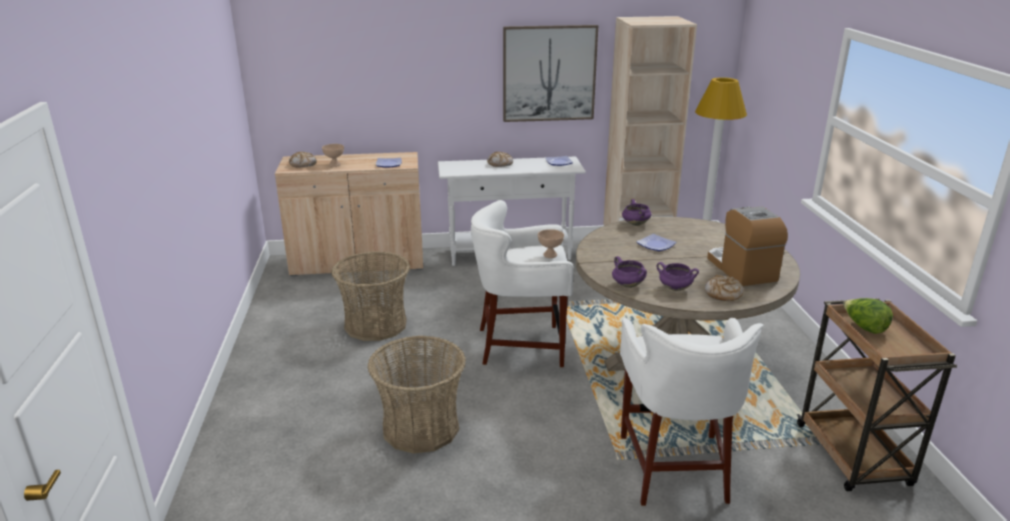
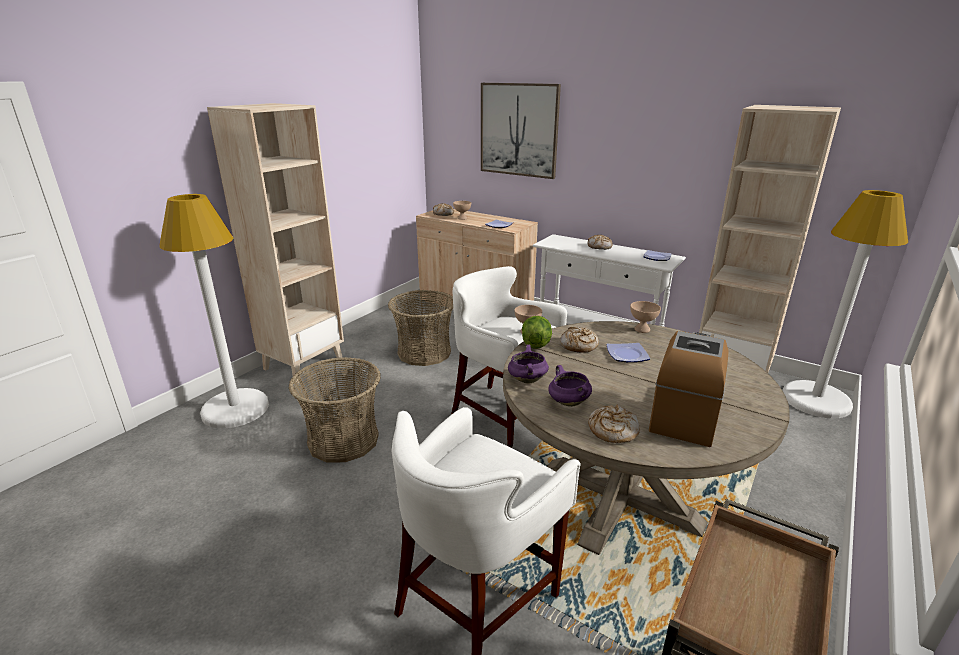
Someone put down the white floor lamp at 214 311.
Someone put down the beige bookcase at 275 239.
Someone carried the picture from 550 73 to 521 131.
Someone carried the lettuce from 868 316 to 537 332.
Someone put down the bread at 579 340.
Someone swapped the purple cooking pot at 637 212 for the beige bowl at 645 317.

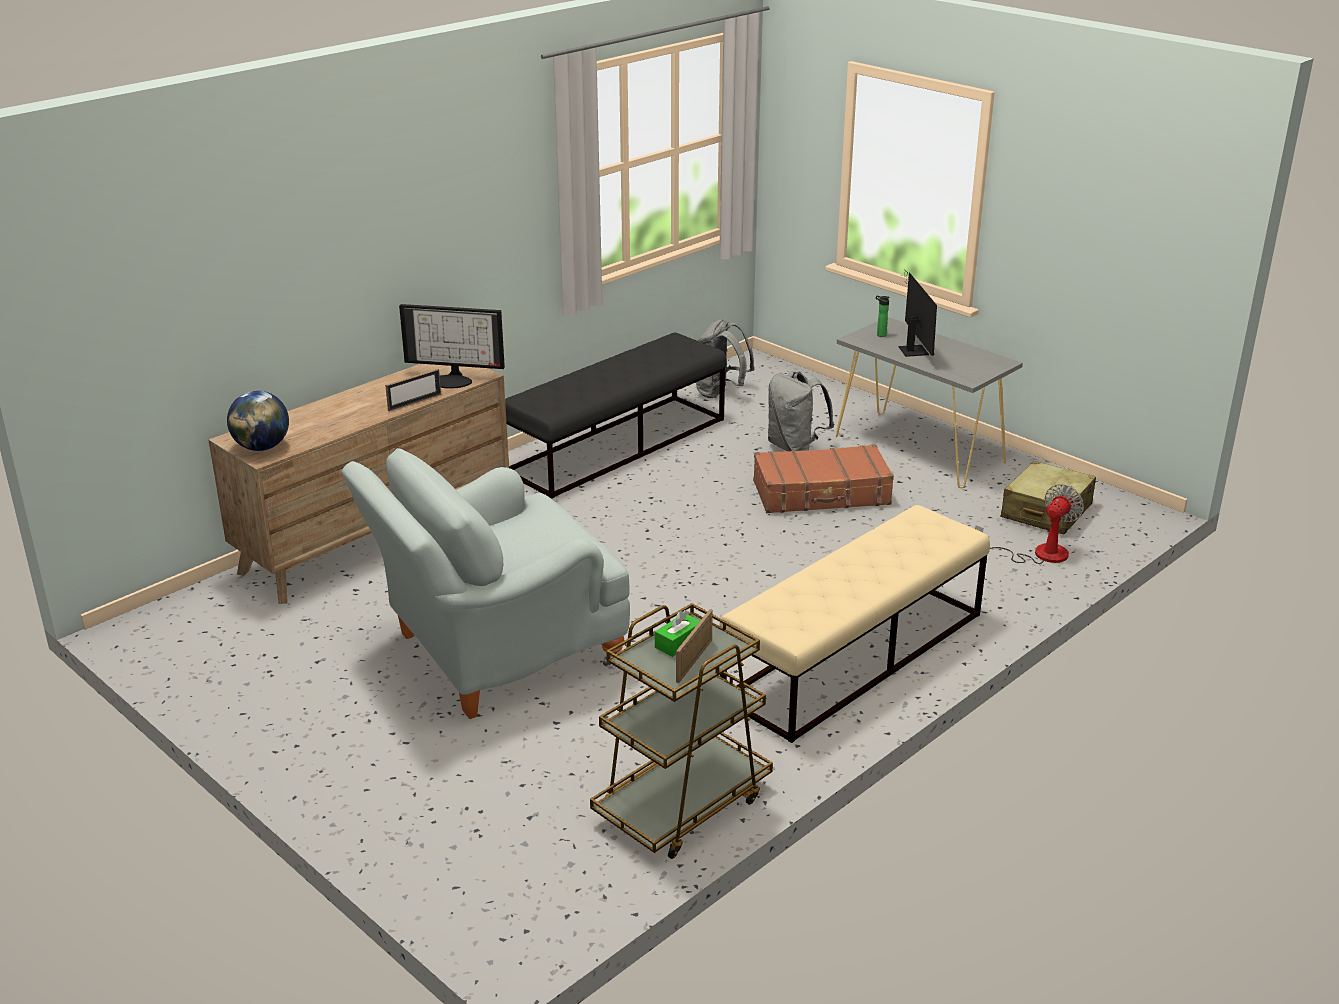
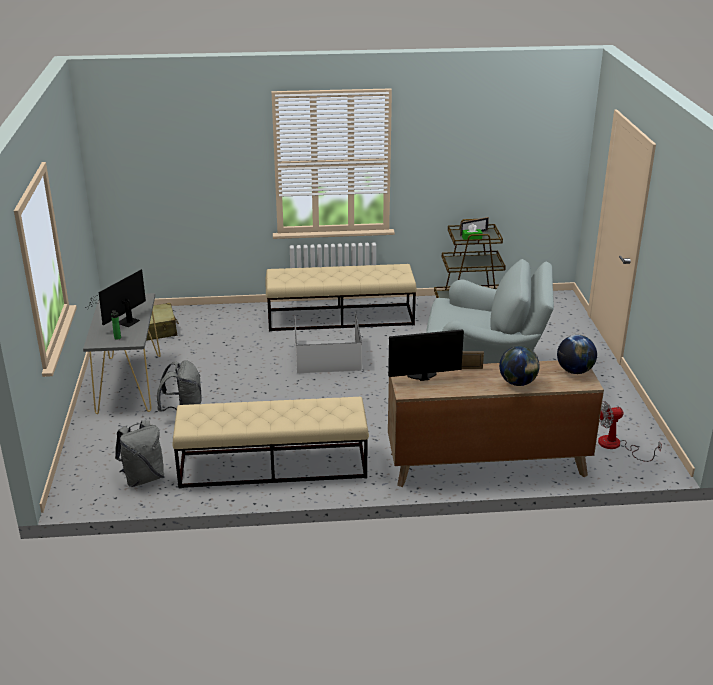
Someone repainted the black bench at 615 415, which became the beige bench at 270 442.
Someone put down the white storage box at 328 343.
Someone rotated the monitor at 452 346 by 60 degrees counterclockwise.
Someone put down the globe at 519 366.
Someone carried the fan from 1029 524 to 630 431.
Someone took away the brown suitcase at 823 478.

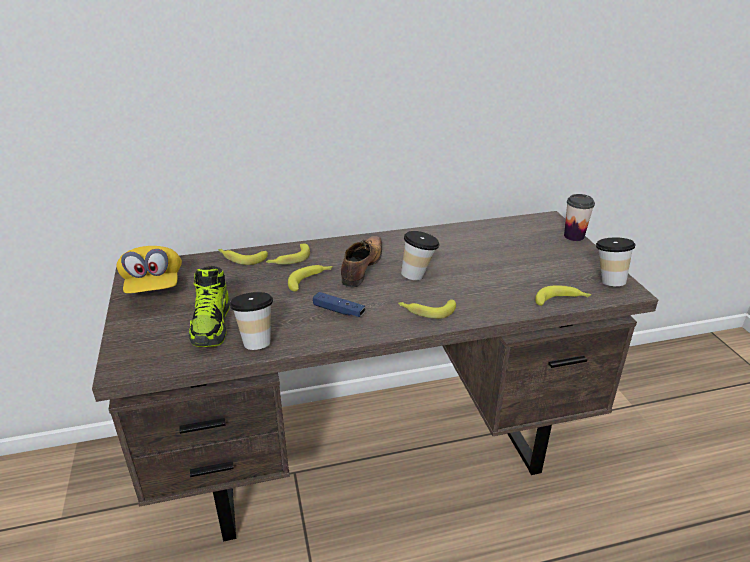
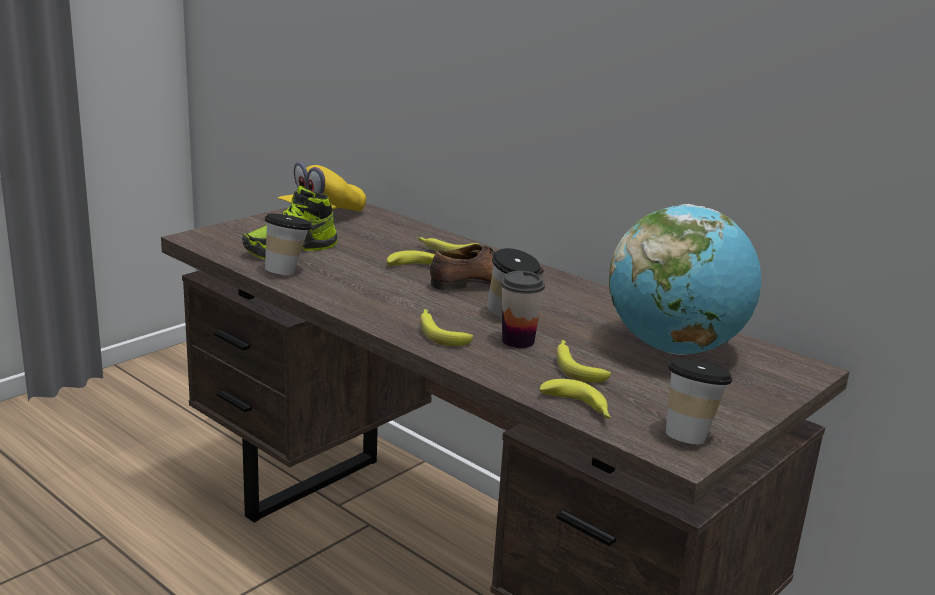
Someone carried the cup from 579 217 to 523 309.
Someone carried the banana from 243 257 to 583 361.
Someone put down the globe at 685 279.
Someone took away the blue game controller at 339 304.

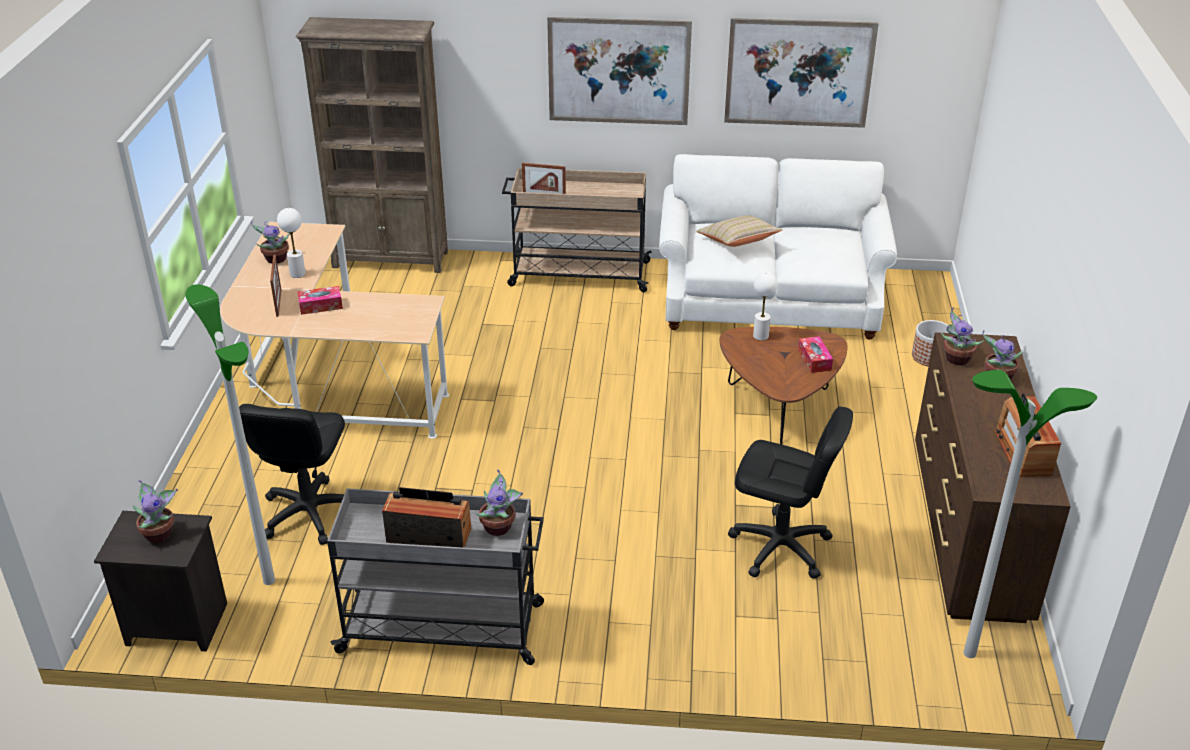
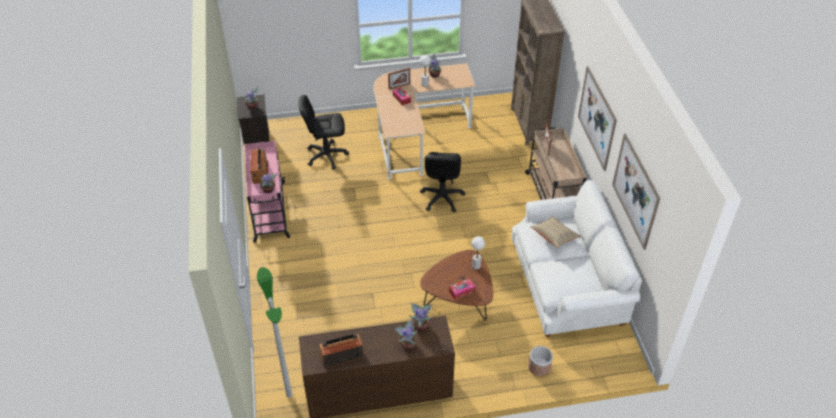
Someone repainted the grey cart at 435 576, which became the pink cart at 267 192.
Someone carried the black office chair from 790 492 to 442 182.
Someone took away the floor lamp at 230 434.

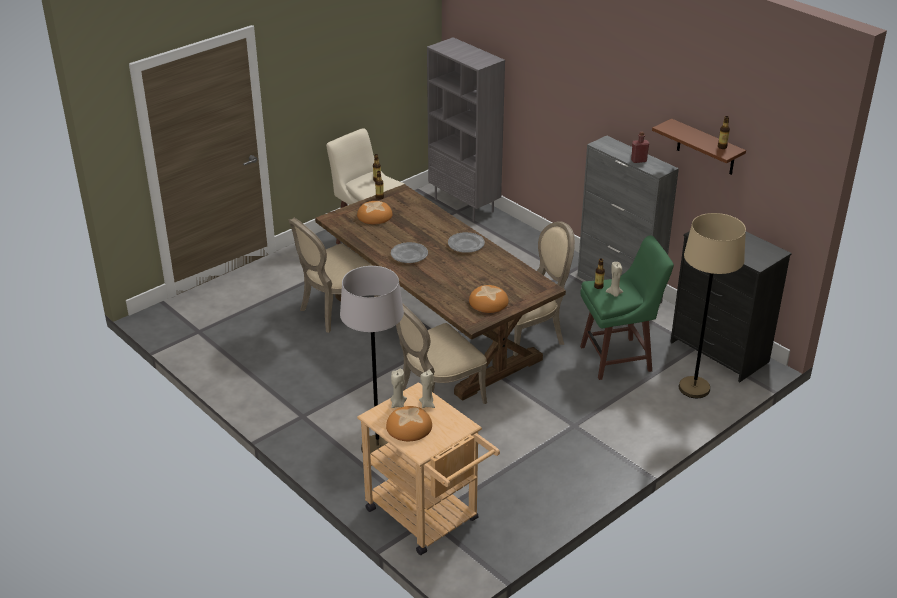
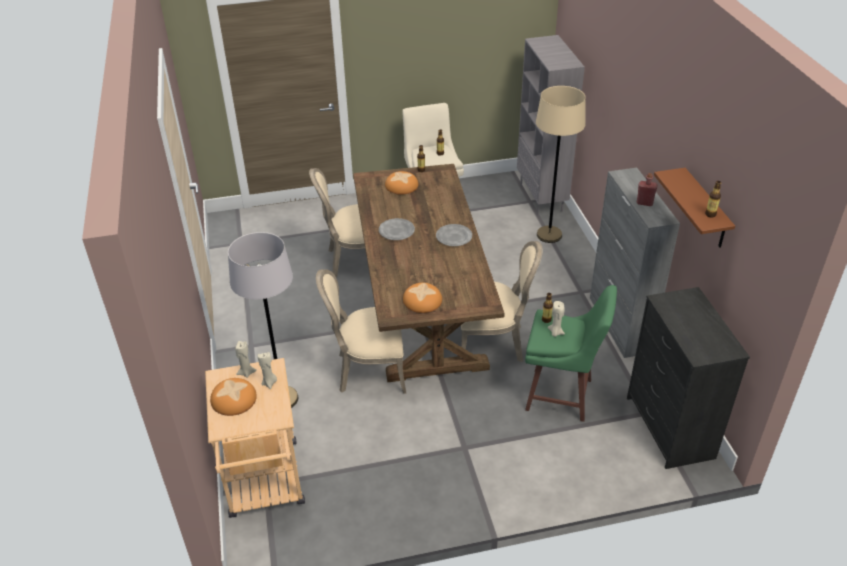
Someone carried the beige floor lamp from 712 305 to 561 164.

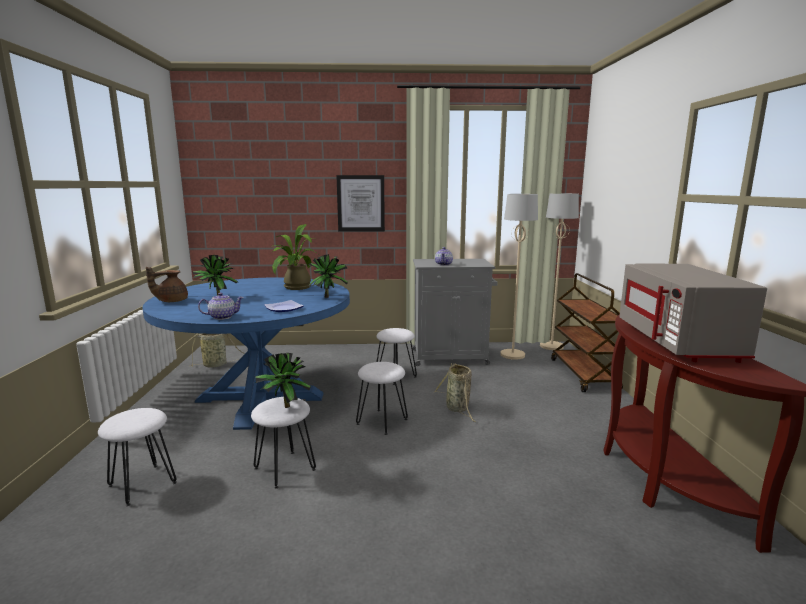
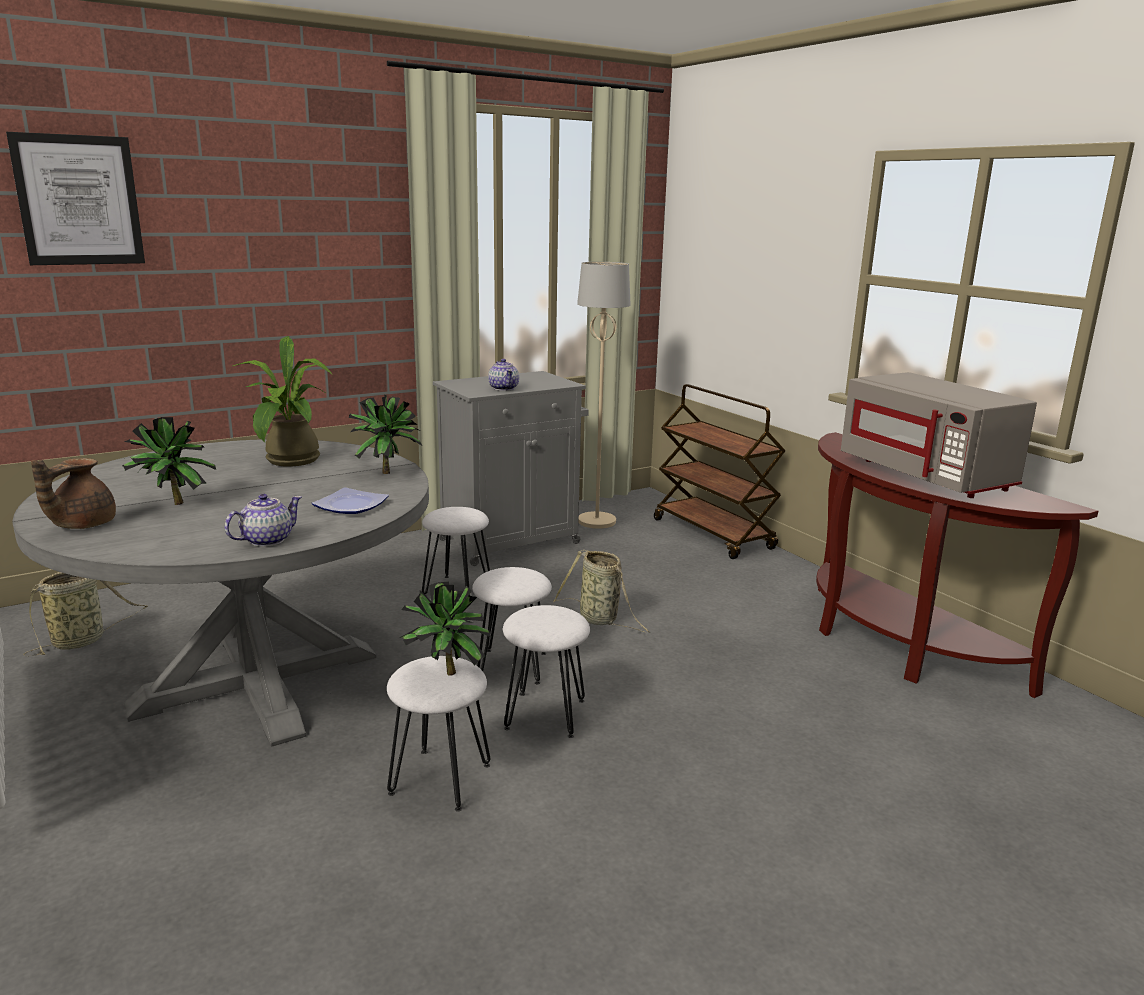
Someone carried the picture from 360 203 to 75 198.
Someone repainted the blue dining table at 246 353, which became the grey dining table at 220 593.
Someone carried the white stool from 137 457 to 546 671.
Someone took away the beige floor lamp at 559 271.

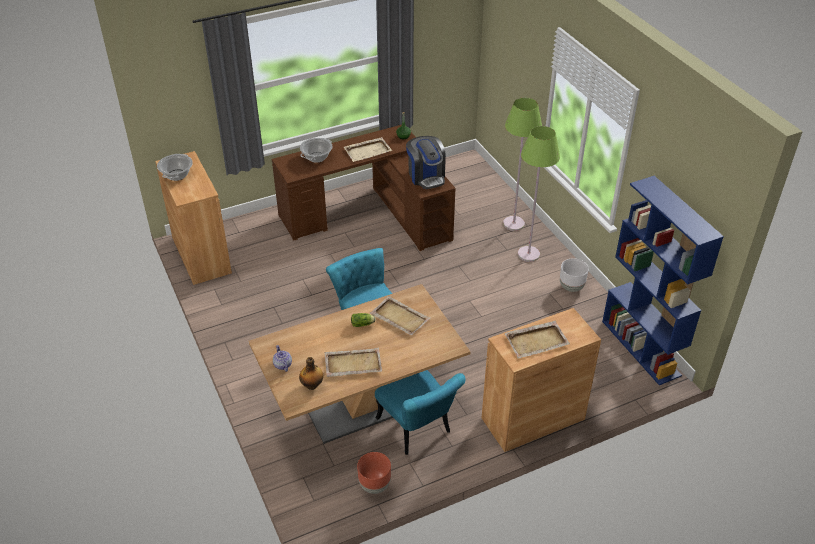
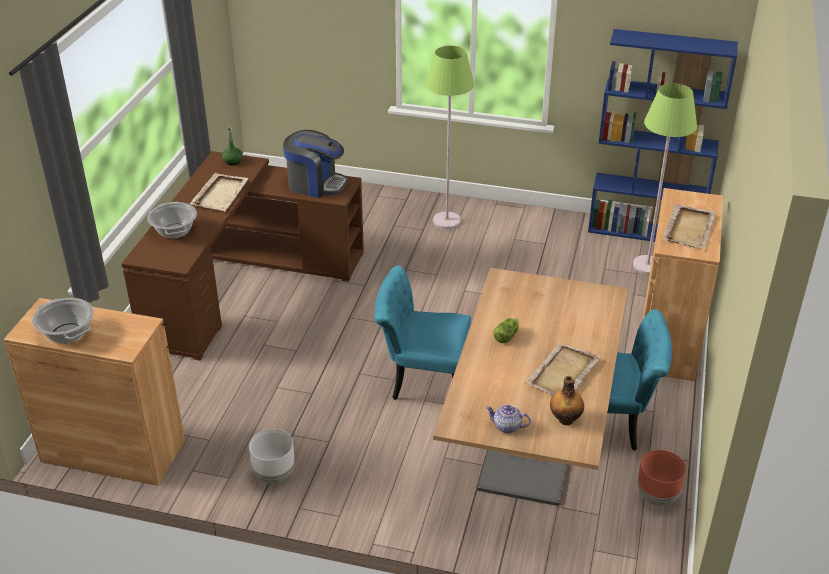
Someone carried the white planter from 574 275 to 271 456.
Someone carried the green floor lamp from 522 164 to 665 179.
Someone took away the beige tray at 400 315.

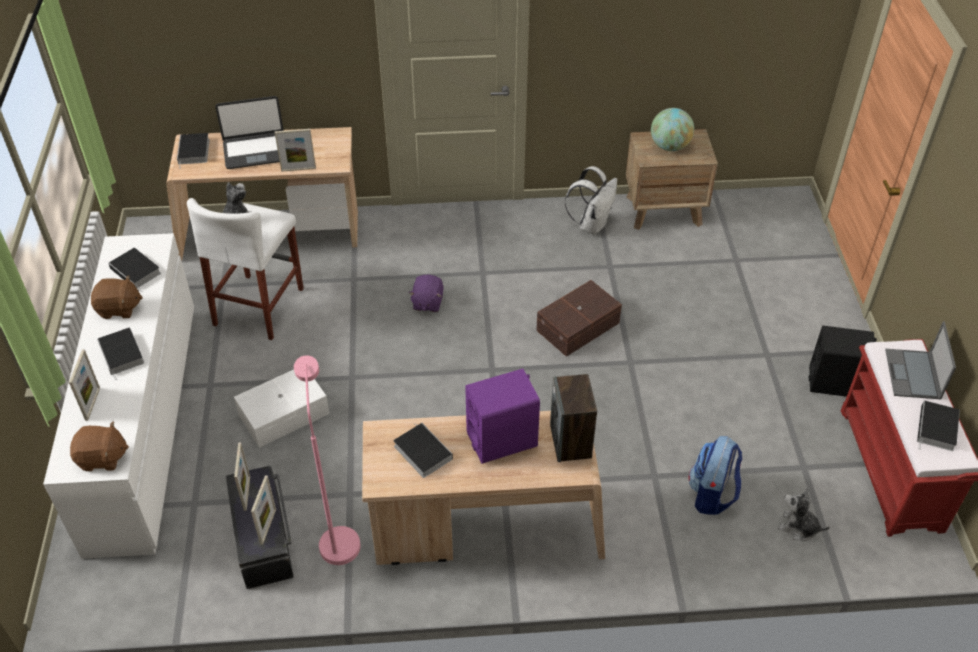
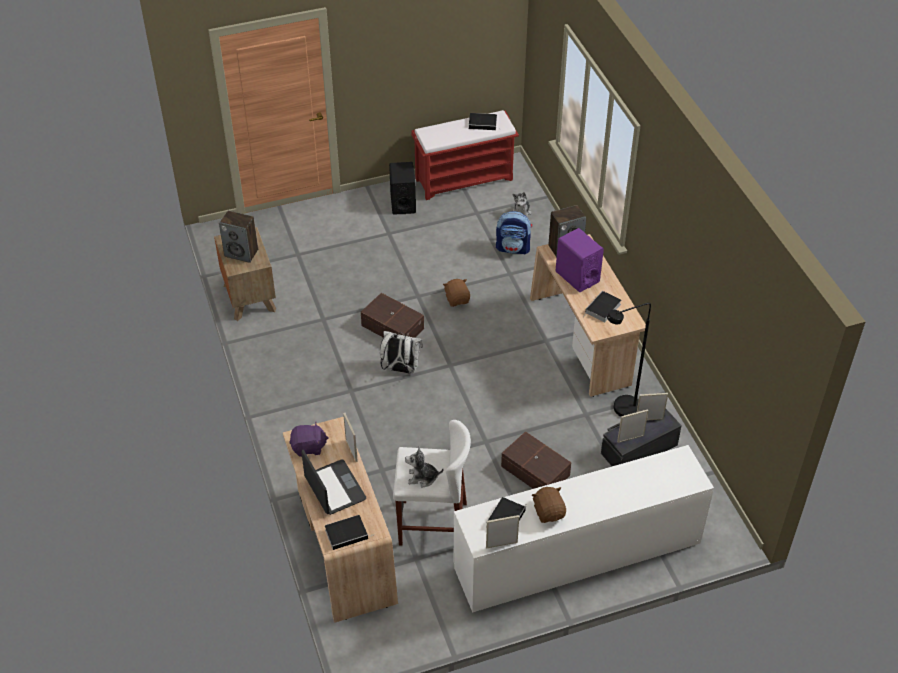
Someone swapped the globe at 672 129 for the speaker at 238 237.
Someone carried the purple plush toy from 426 293 to 309 439.
Someone carried the white backpack from 591 200 to 401 352.
Someone carried the brown plush toy from 99 446 to 456 293.
Someone carried the picture frame from 84 385 to 502 532.
Someone repainted the white storage box at 281 409, which became the brown storage box at 536 460.
Someone repainted the pink floor lamp at 327 460, which became the black floor lamp at 629 360.
Someone took away the book at 120 354.
Someone took away the laptop at 920 360.

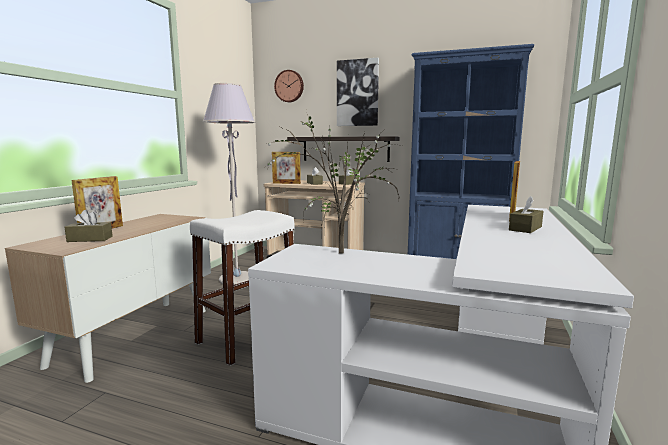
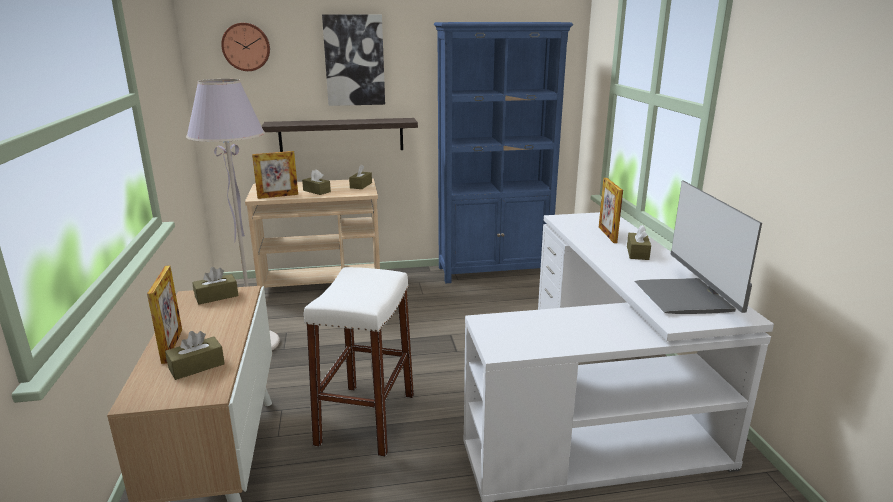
Someone put down the brown tissue box at 215 286.
Someone put down the monitor at 698 247.
Someone took away the potted plant at 332 184.

